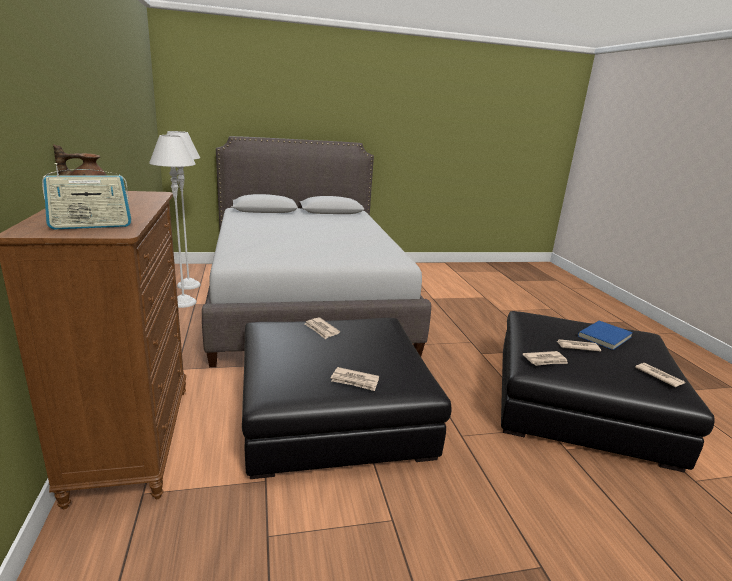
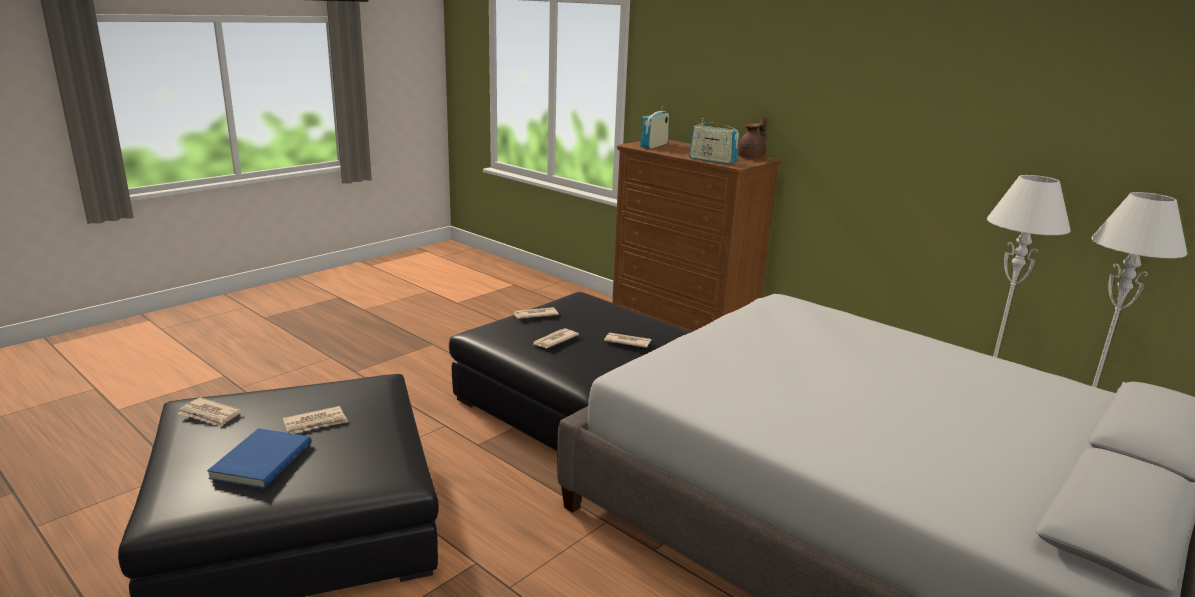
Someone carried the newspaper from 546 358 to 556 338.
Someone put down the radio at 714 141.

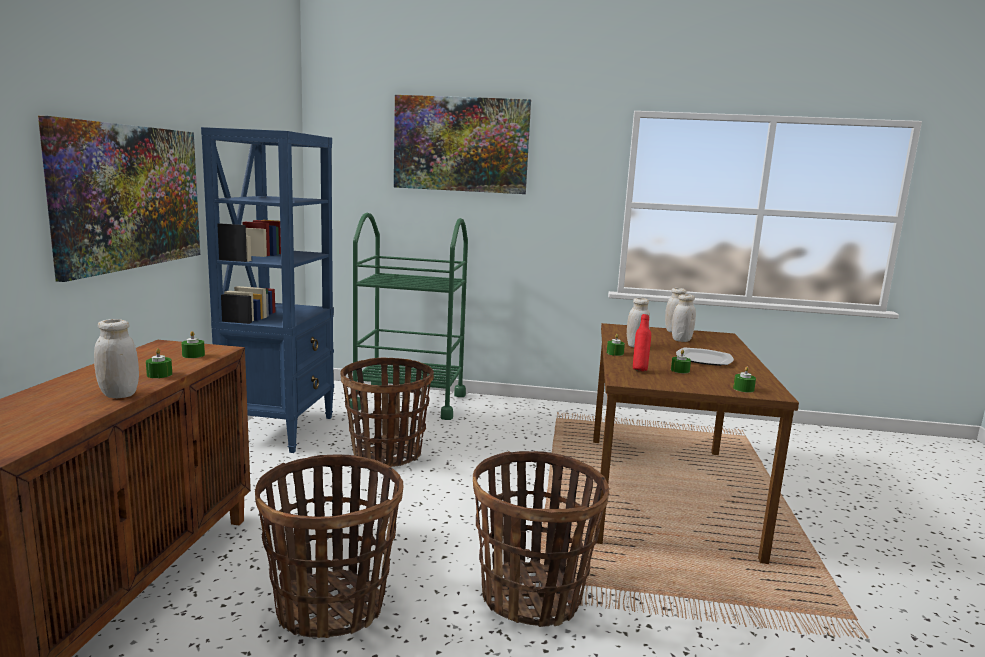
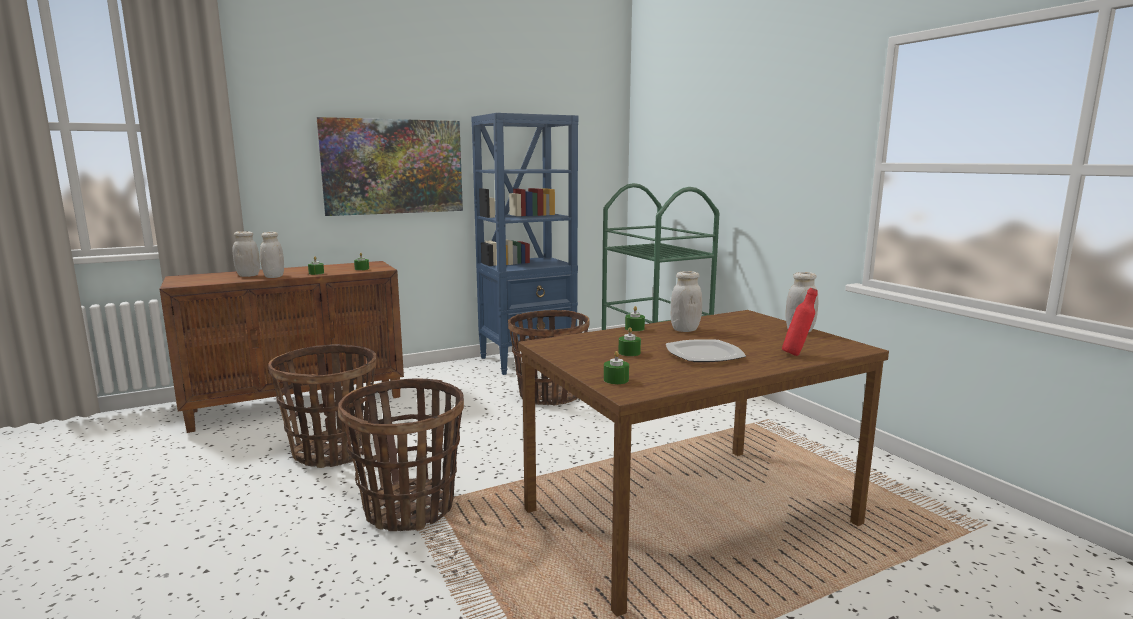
Someone carried the white jar from 684 318 to 246 254.
Someone carried the red bottle from 642 342 to 800 322.
Someone took away the picture at 462 144.

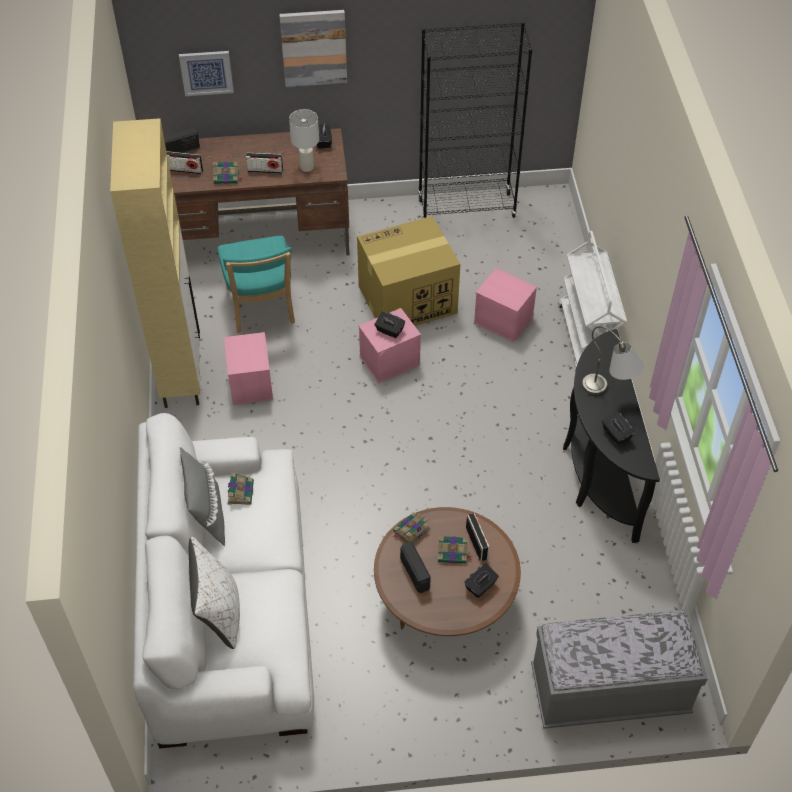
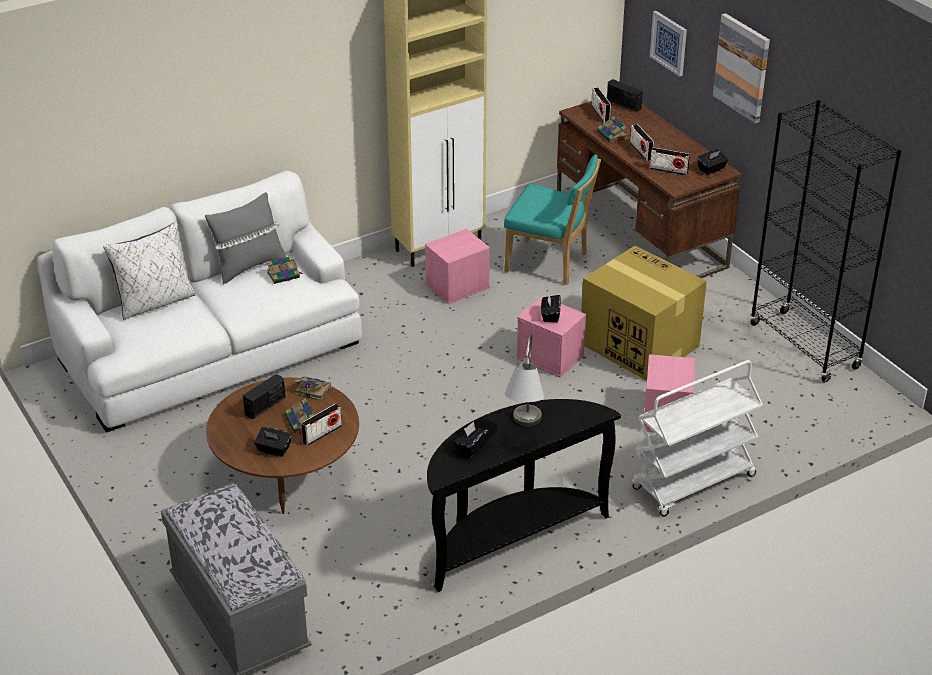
Someone rotated the turquoise chair at 256 284 by 120 degrees counterclockwise.
Someone swapped the white table lamp at 304 140 for the radio at 670 161.

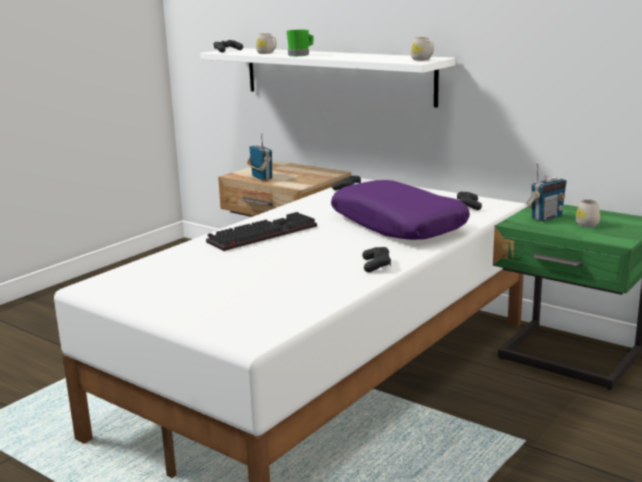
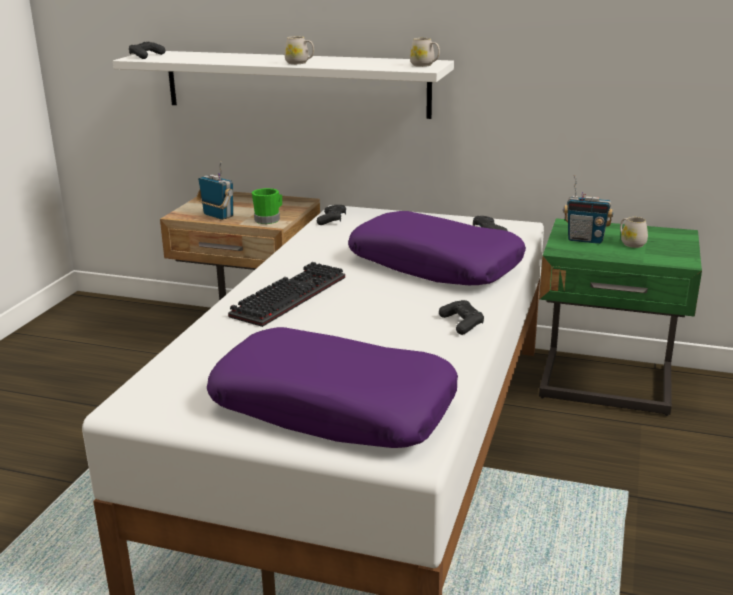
Someone put down the purple pillow at 332 387.
Someone carried the green mug from 300 43 to 267 206.
Someone carried the white mug from 266 43 to 299 50.
Someone rotated the radio at 546 192 by 75 degrees clockwise.

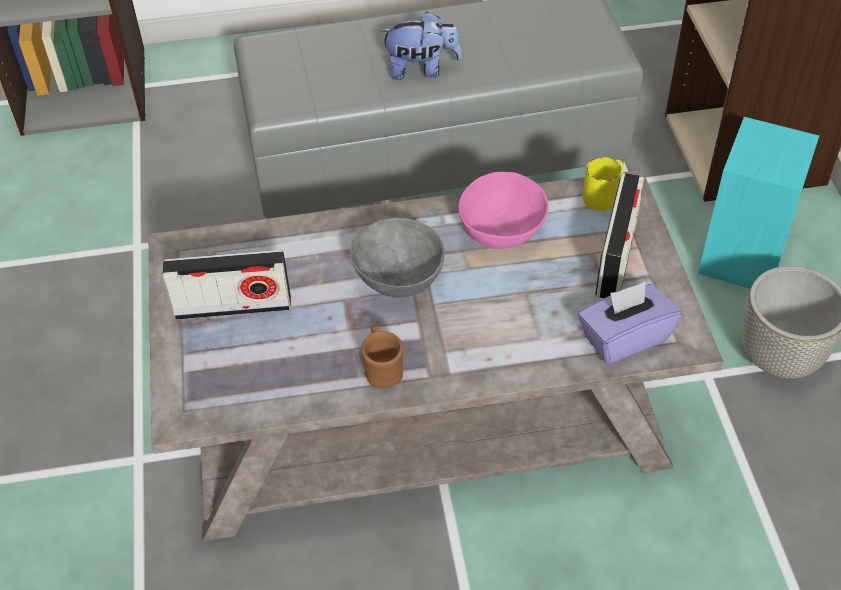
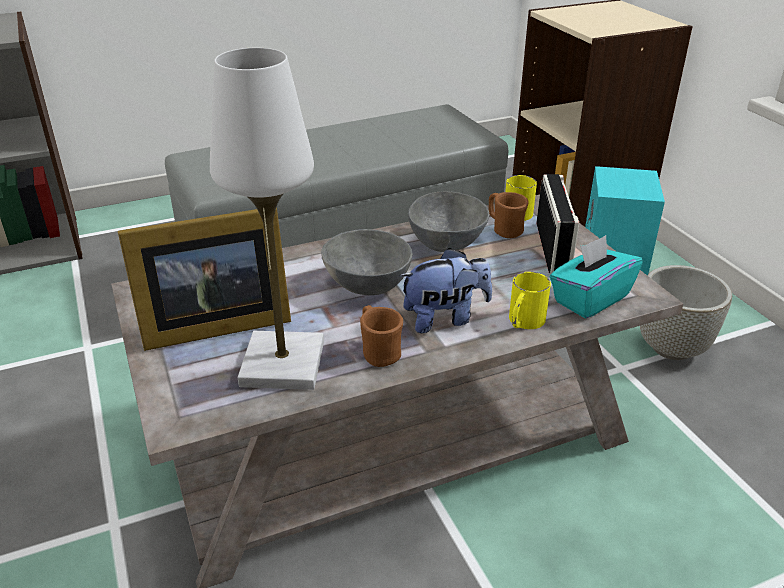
Someone swapped the radio at 227 285 for the picture frame at 204 279.
Someone put down the white table lamp at 267 219.
Someone carried the plush toy from 421 46 to 445 290.
Someone repainted the pink bowl at 504 210, which became the grey bowl at 448 221.
Someone put down the brown mug at 508 215.
Someone put down the yellow mug at 530 300.
Someone repainted the purple tissue box at 630 323, which became the turquoise tissue box at 596 276.

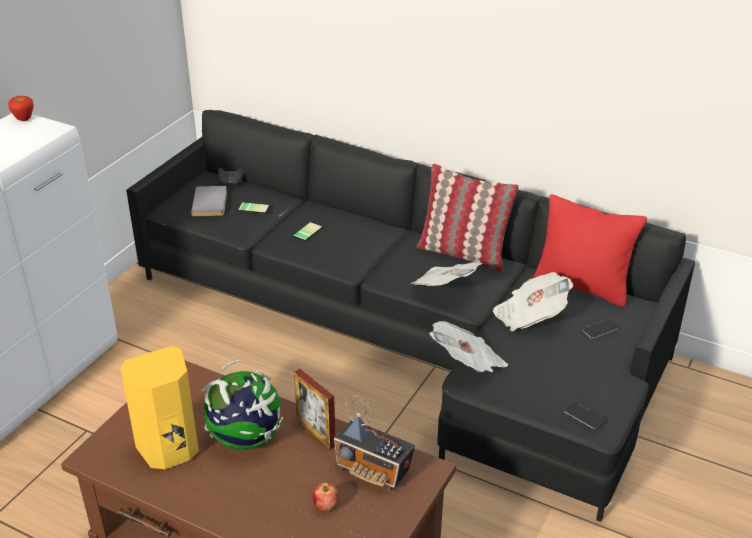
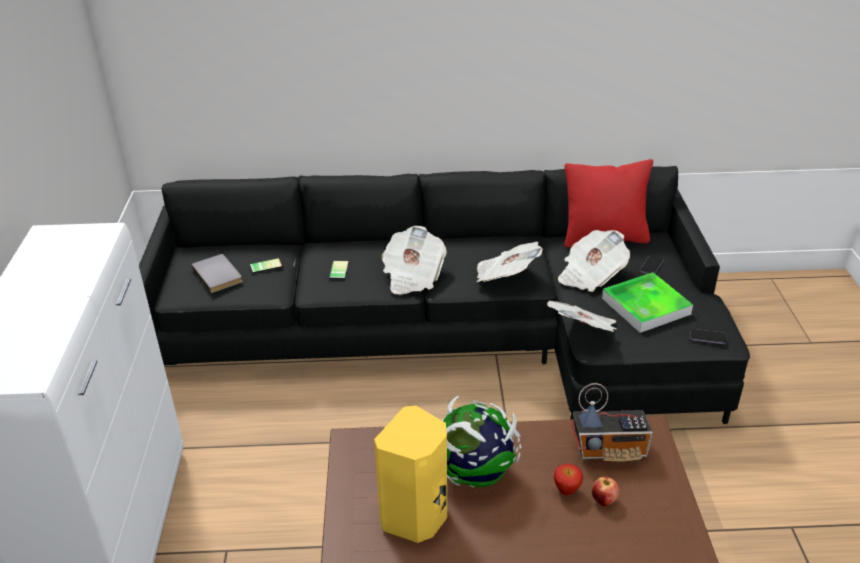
Someone put down the newspaper at 414 260.
Someone carried the apple from 21 108 to 568 479.
Someone put down the tray at 647 302.
Someone took away the black game controller at 231 176.
Someone took away the picture frame at 315 409.
Someone took away the pillow at 468 217.

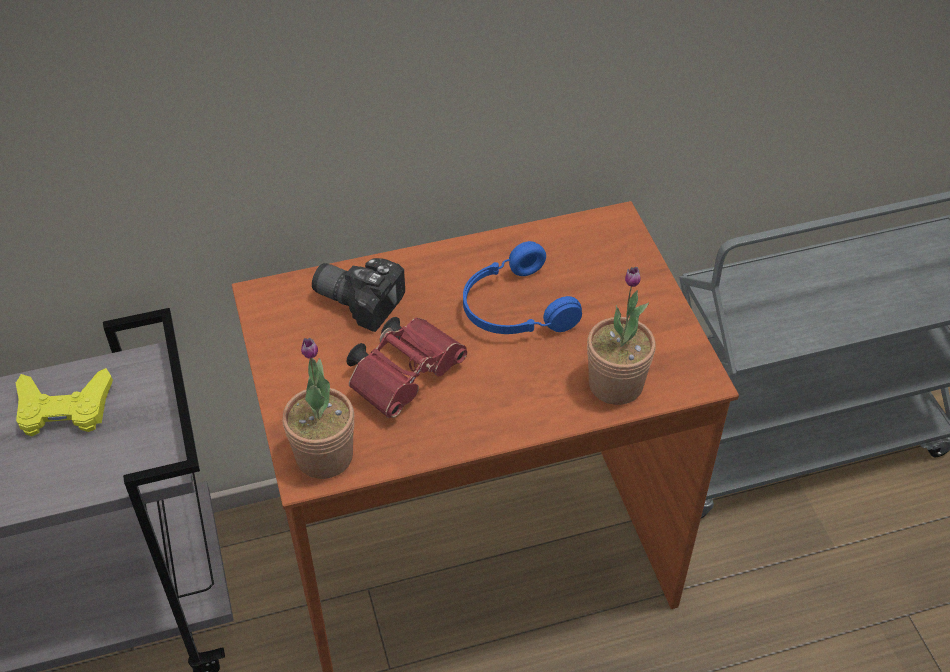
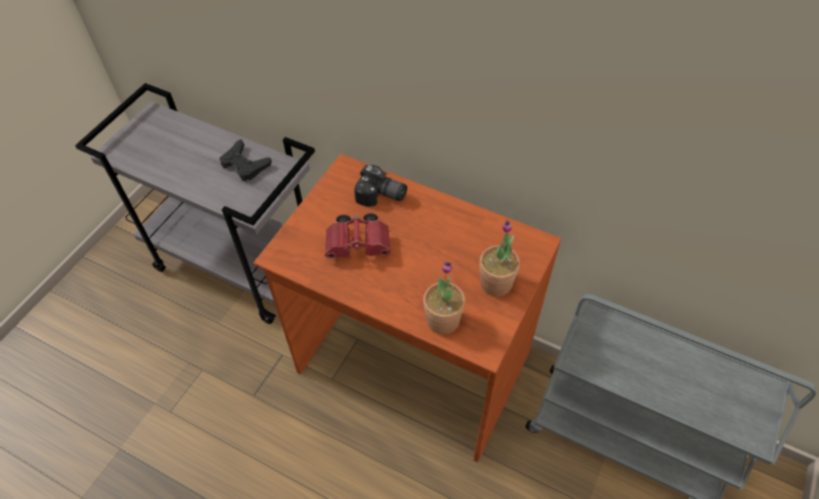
Someone repainted the yellow game controller at 64 402, which became the black game controller at 245 160.
Someone rotated the photo camera at 358 295 by 135 degrees clockwise.
Someone carried the potted plant from 318 408 to 499 258.
Someone took away the blue headphones at 522 287.

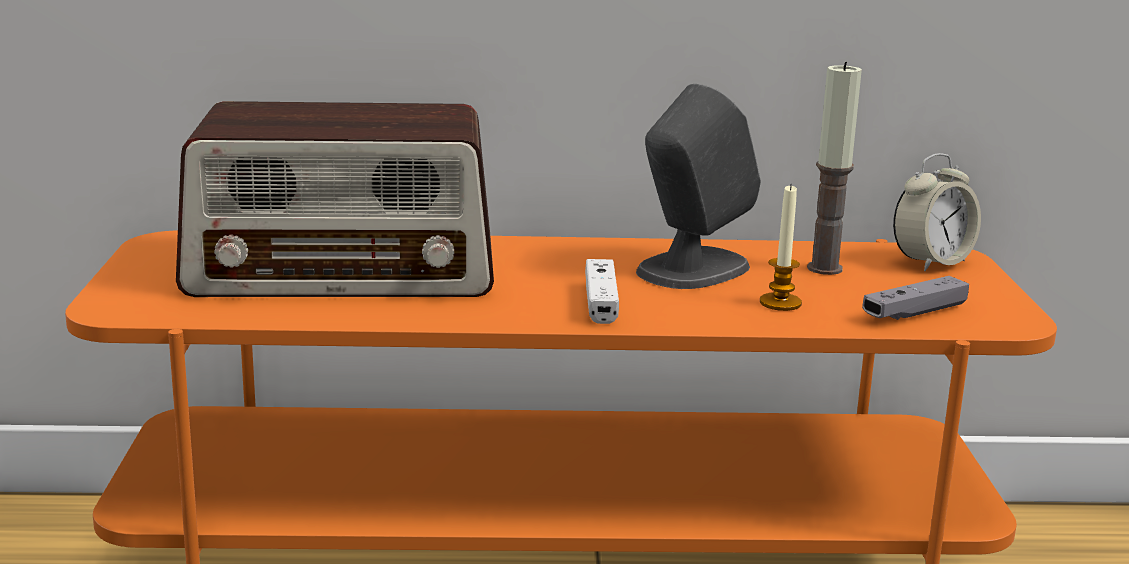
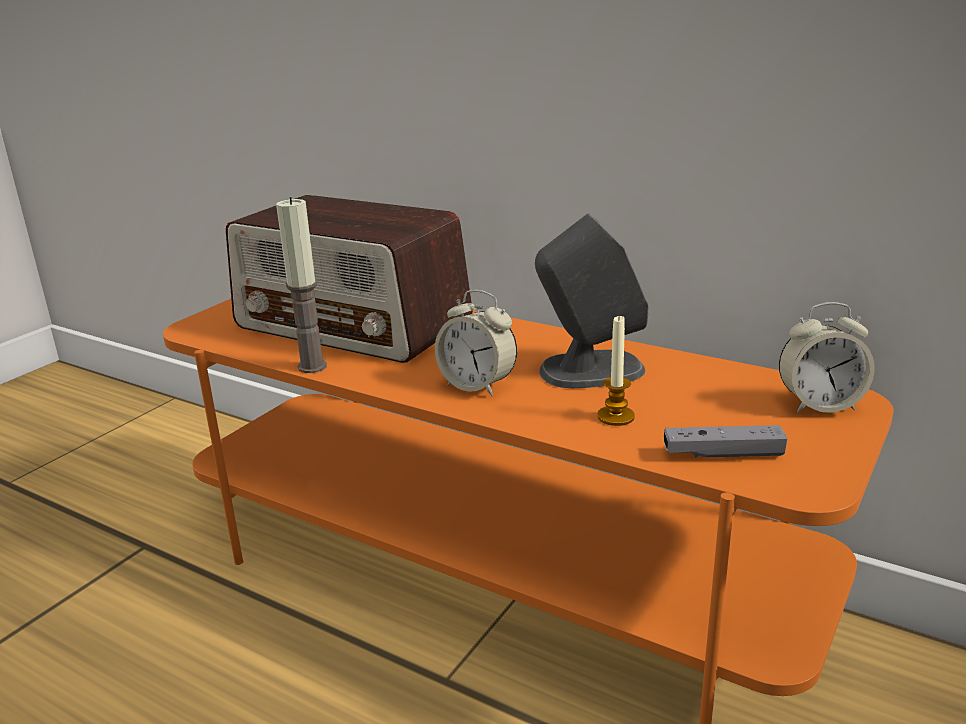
Someone carried the candle from 834 168 to 301 285.
Someone swapped the white game controller at 602 291 for the alarm clock at 476 343.

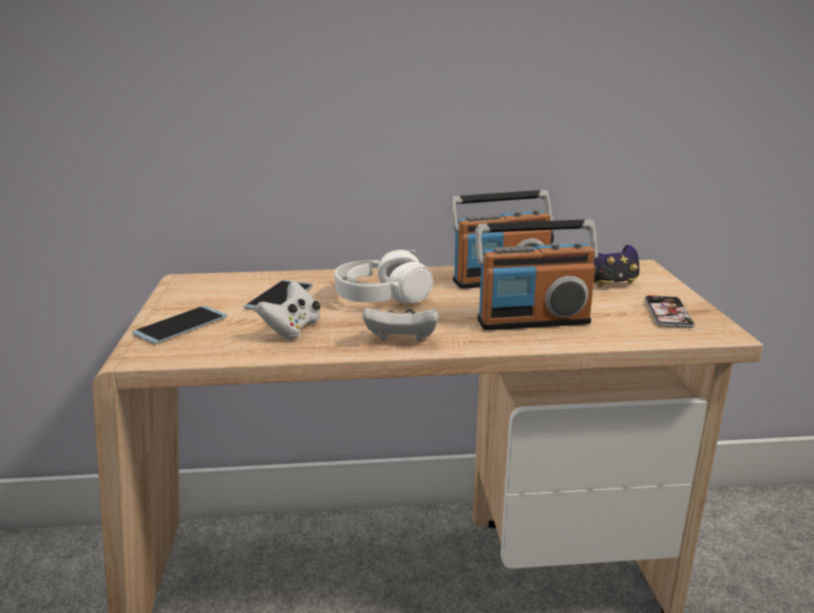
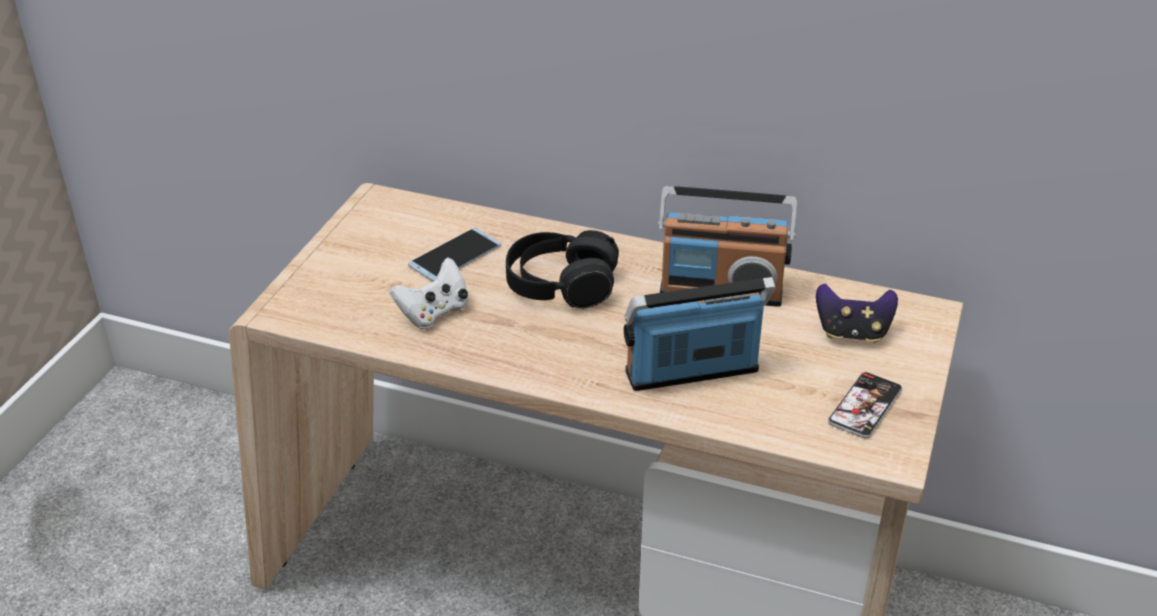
Someone repainted the white headphones at 384 277, which became the black headphones at 562 269.
Someone rotated the radio at 536 275 by 150 degrees clockwise.
Someone took away the phone at 179 325.
Someone took away the white game controller at 400 324.

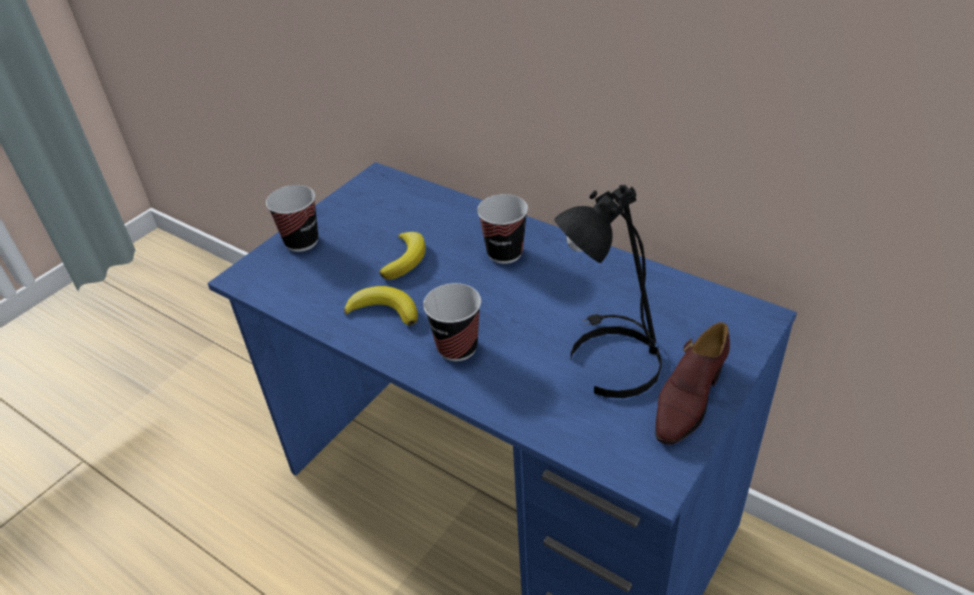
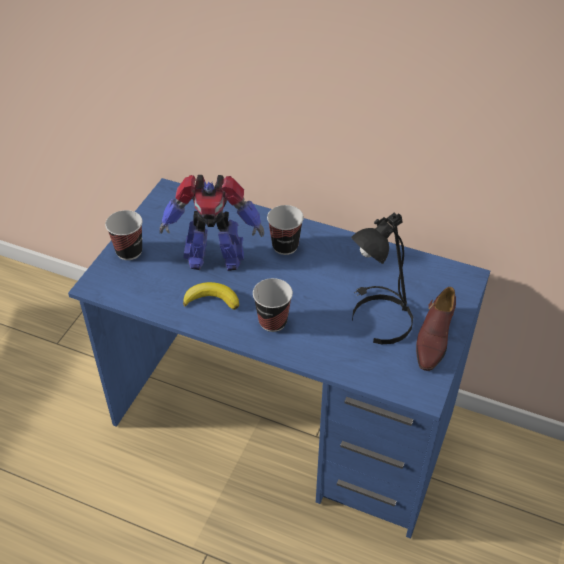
Someone swapped the banana at 402 256 for the toy robot at 212 223.

